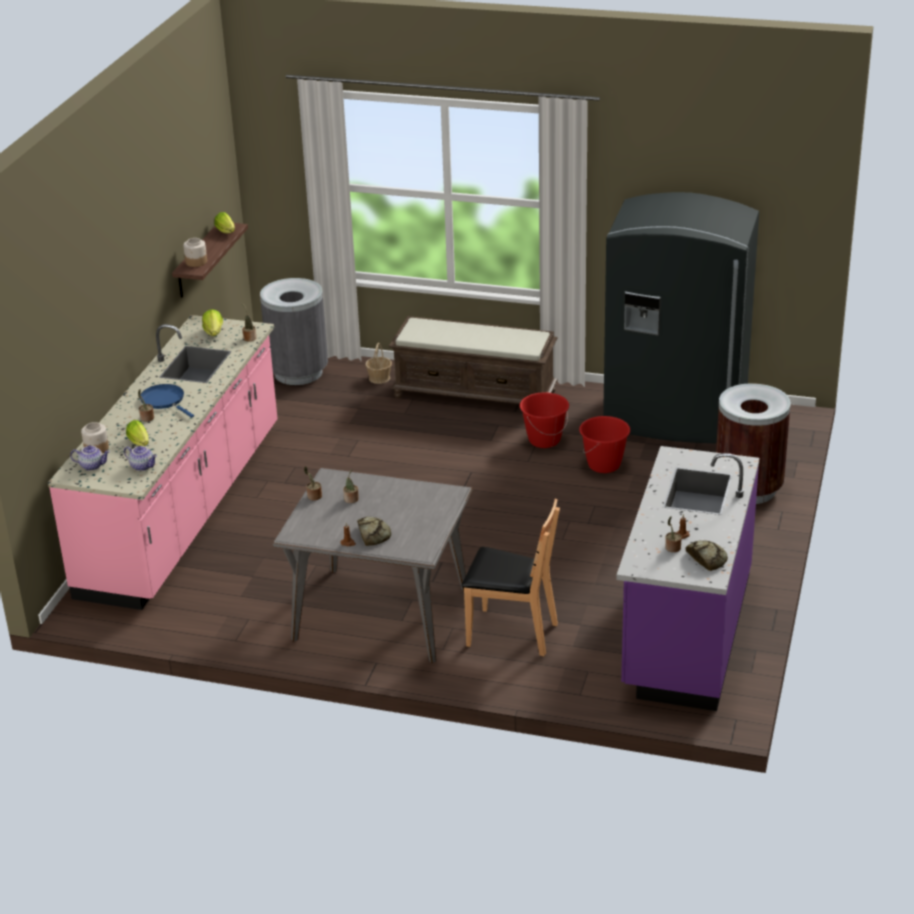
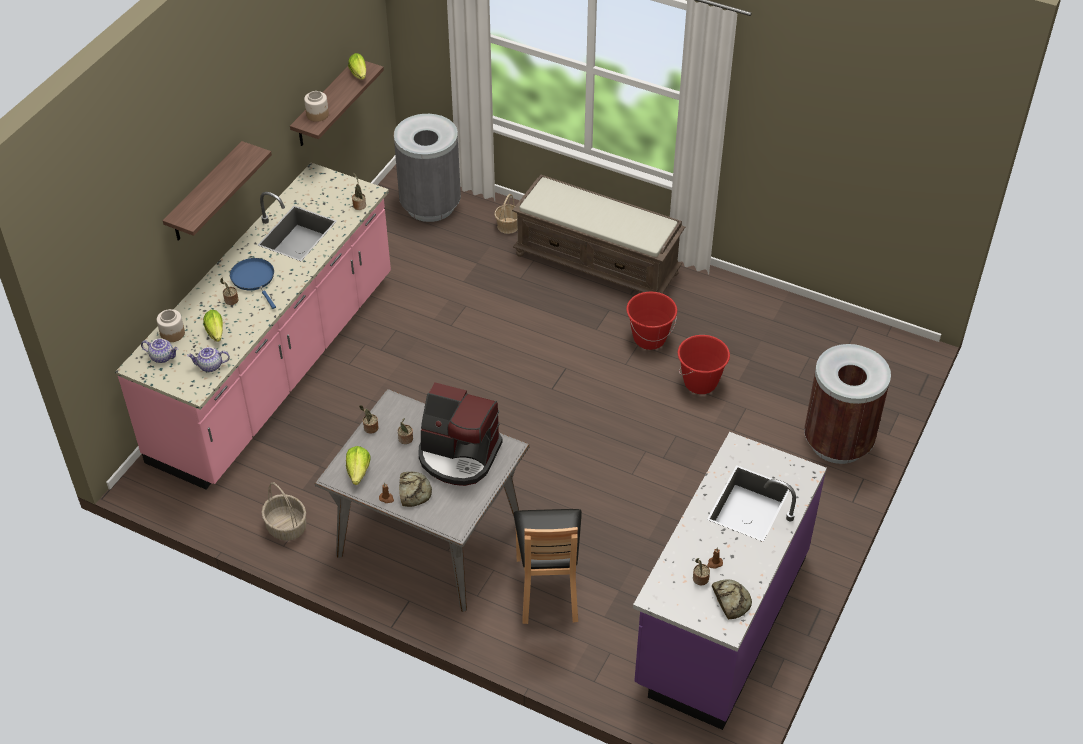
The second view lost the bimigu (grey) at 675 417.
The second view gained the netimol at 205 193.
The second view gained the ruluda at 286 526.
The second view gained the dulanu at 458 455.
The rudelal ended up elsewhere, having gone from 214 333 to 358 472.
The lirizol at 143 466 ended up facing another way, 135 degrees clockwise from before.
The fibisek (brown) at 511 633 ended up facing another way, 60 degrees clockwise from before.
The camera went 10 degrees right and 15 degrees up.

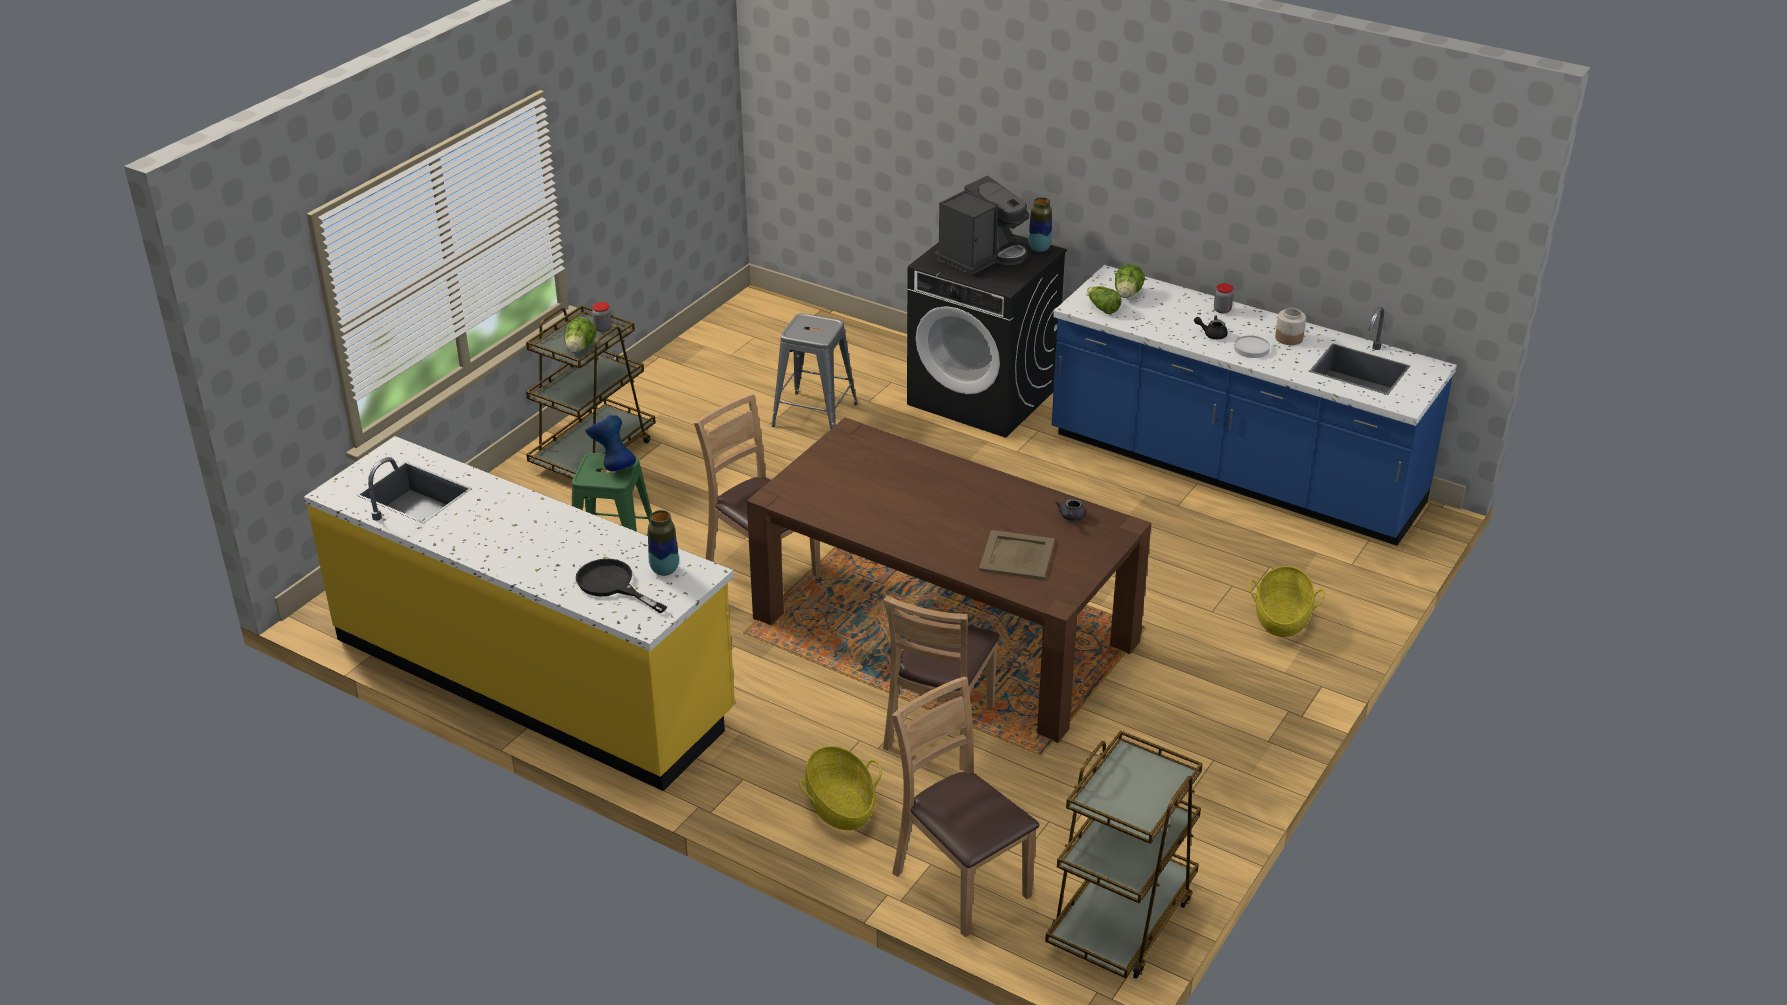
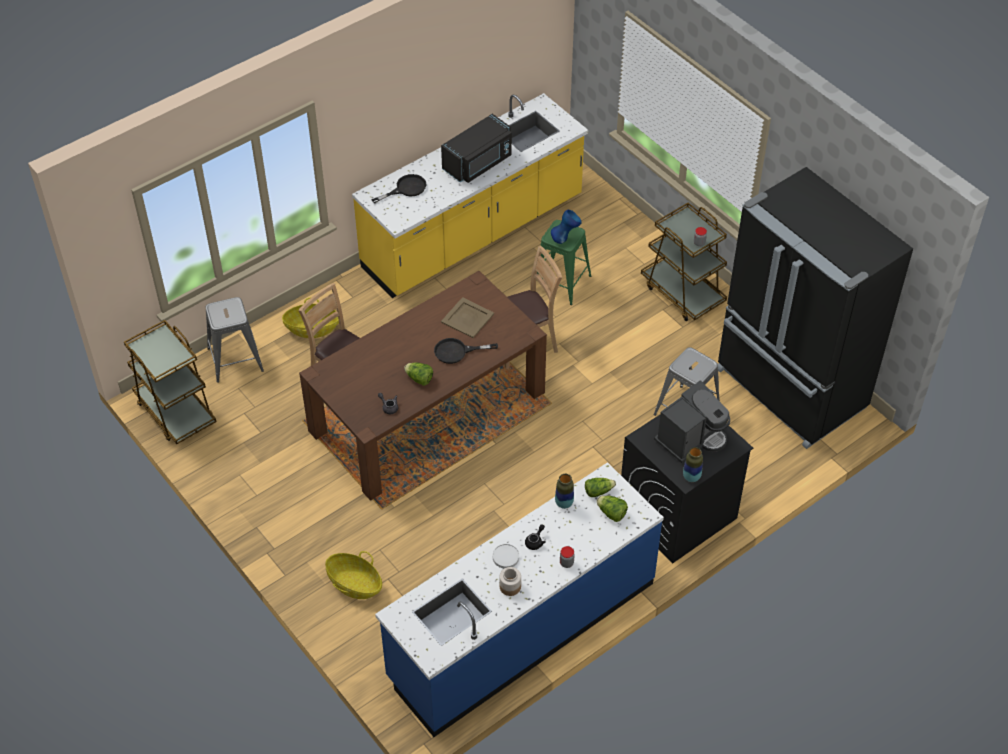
The second view gained the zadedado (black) at 457 351.
The second view gained the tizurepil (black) at 479 163.
The second view gained the bimigu (black) at 789 390.
The rudelal ended up elsewhere, having gone from 580 348 to 419 379.
The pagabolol ended up elsewhere, having gone from 664 570 to 564 503.
The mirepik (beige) ended up elsewhere, having gone from 1016 556 to 467 317.
Where the fibisek (brown) stood at 961 882, the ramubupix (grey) came to stand at 235 359.
The dulanu at 982 256 ended up facing another way, 105 degrees counterclockwise from before.
The camera went 110 degrees right and 15 degrees up.

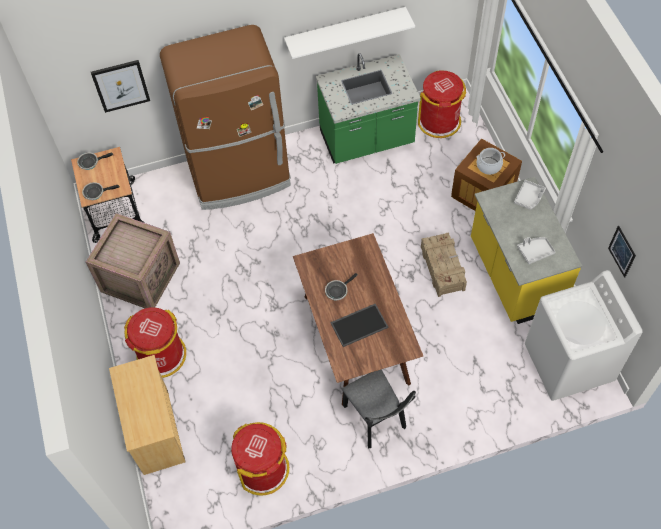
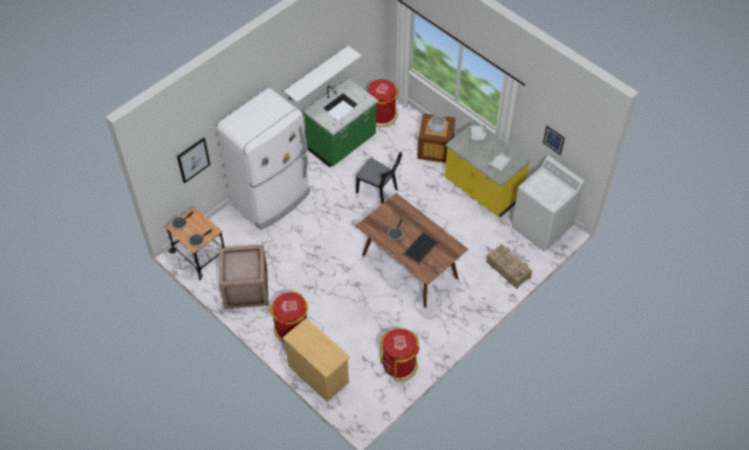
The fibisek (black) ended up elsewhere, having gone from 376 421 to 379 192.
The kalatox ended up elsewhere, having gone from 443 268 to 508 269.
What was the bimigu (brown) at 240 175 turned into the bimigu (white) at 272 199.
The camera went 30 degrees left and 5 degrees down.

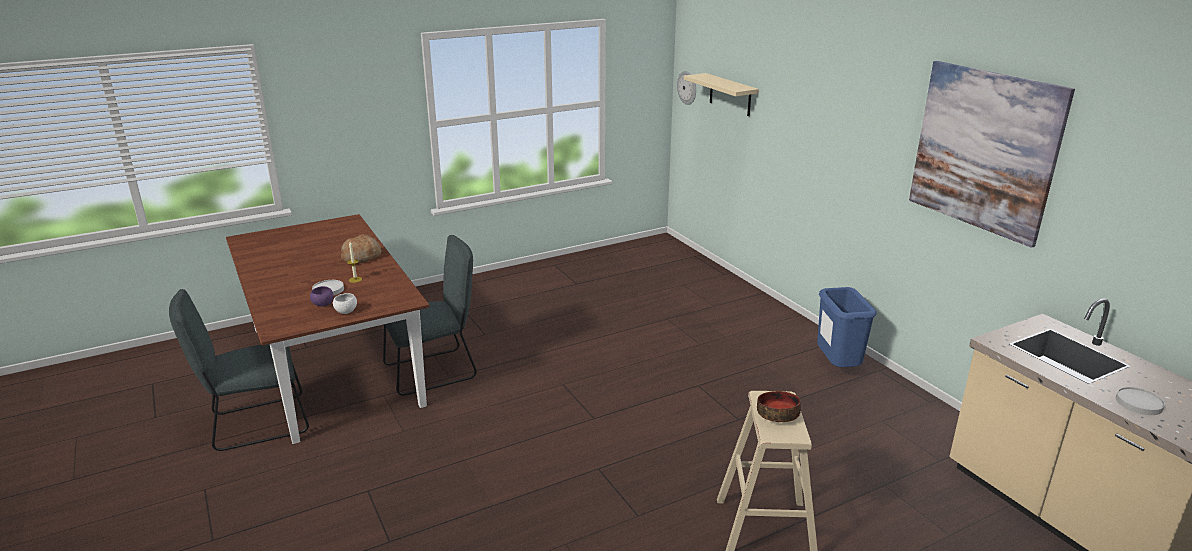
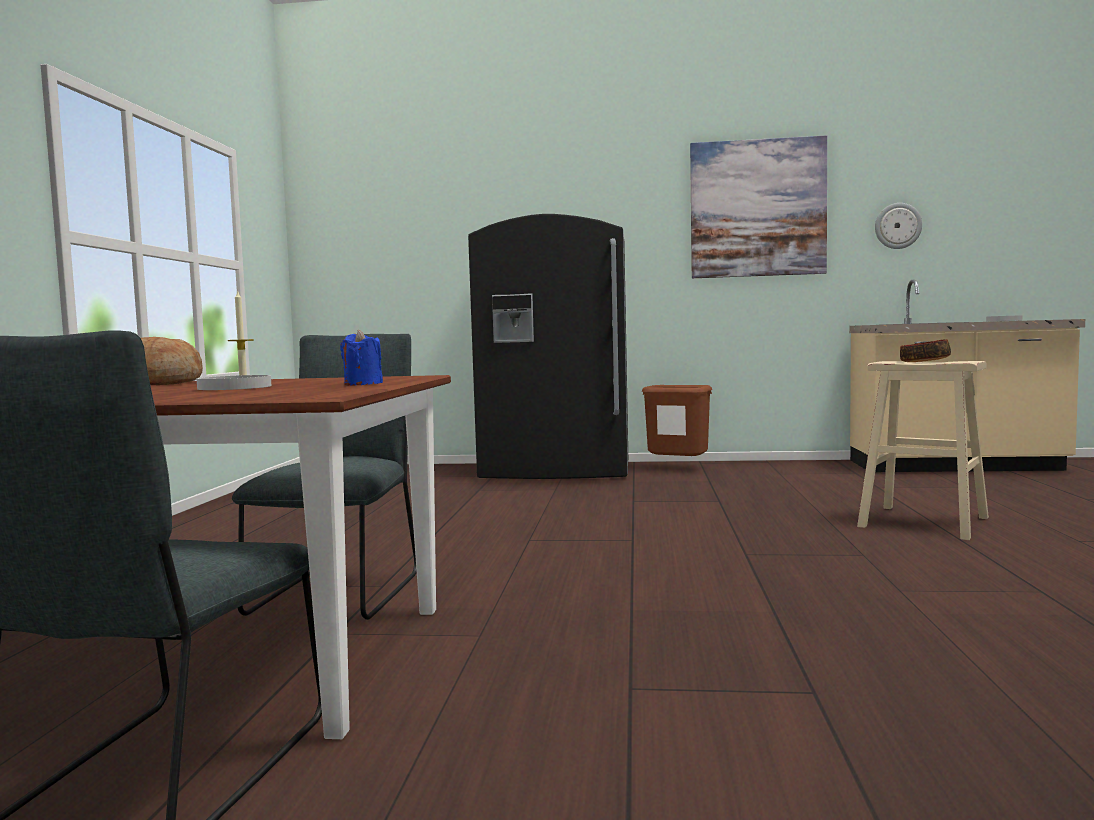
The second view lost the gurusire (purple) at 323 304.
The second view lost the netimol (beige) at 730 95.
The second view gained the bimigu (black) at 556 472.
The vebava ended up elsewhere, having gone from 687 87 to 897 226.
Where the gurusire (white) stood at 346 311, the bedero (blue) came to stand at 363 384.
What was the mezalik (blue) at 836 367 turned into the mezalik (brown) at 677 469.
The camera went 55 degrees left and 20 degrees down.

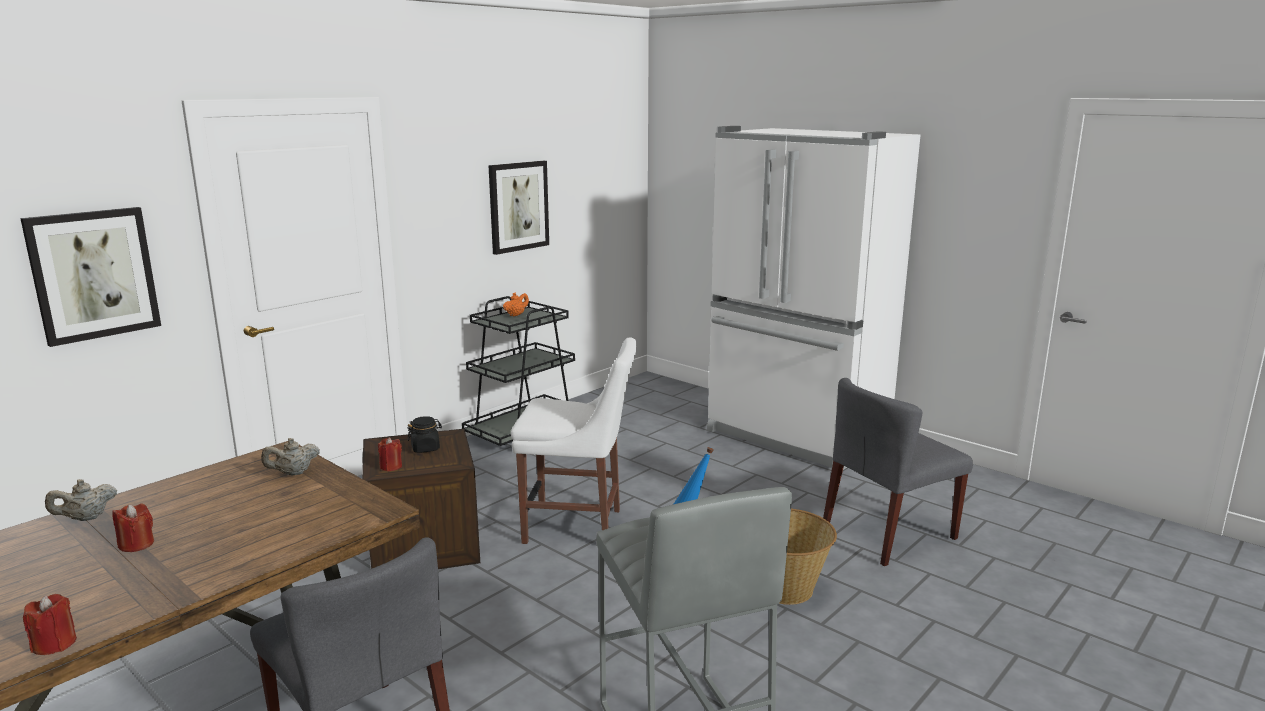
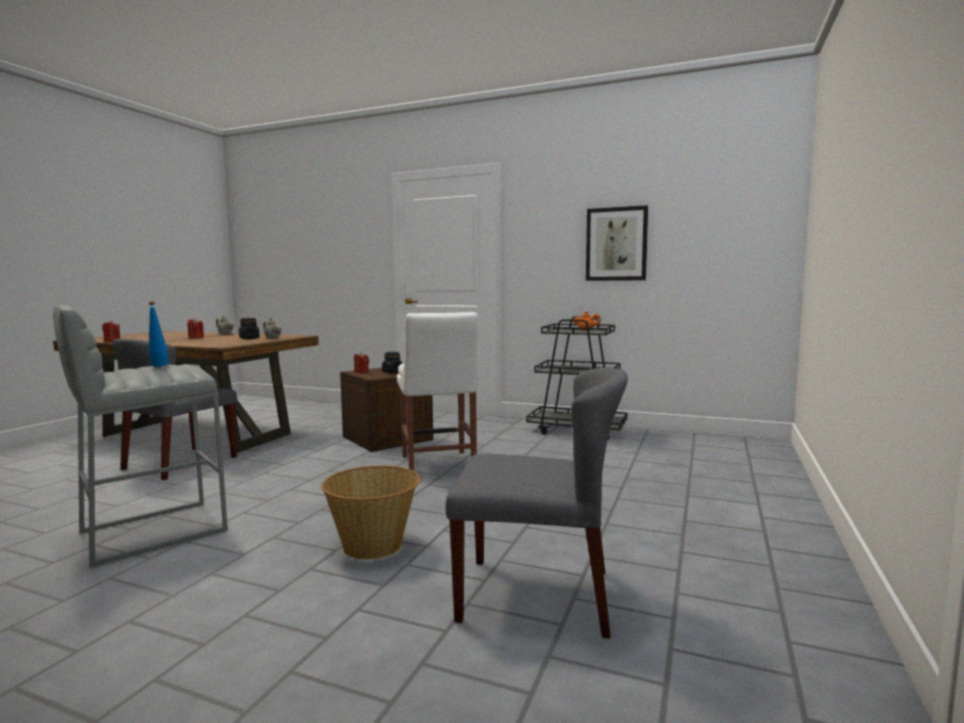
The second view lost the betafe at 93 274.
The second view lost the bimigu (white) at 795 437.
The second view gained the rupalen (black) at 249 338.
The fibisek (grey) at 888 533 ended up facing another way, 150 degrees clockwise from before.
The camera went 70 degrees right and 10 degrees down.

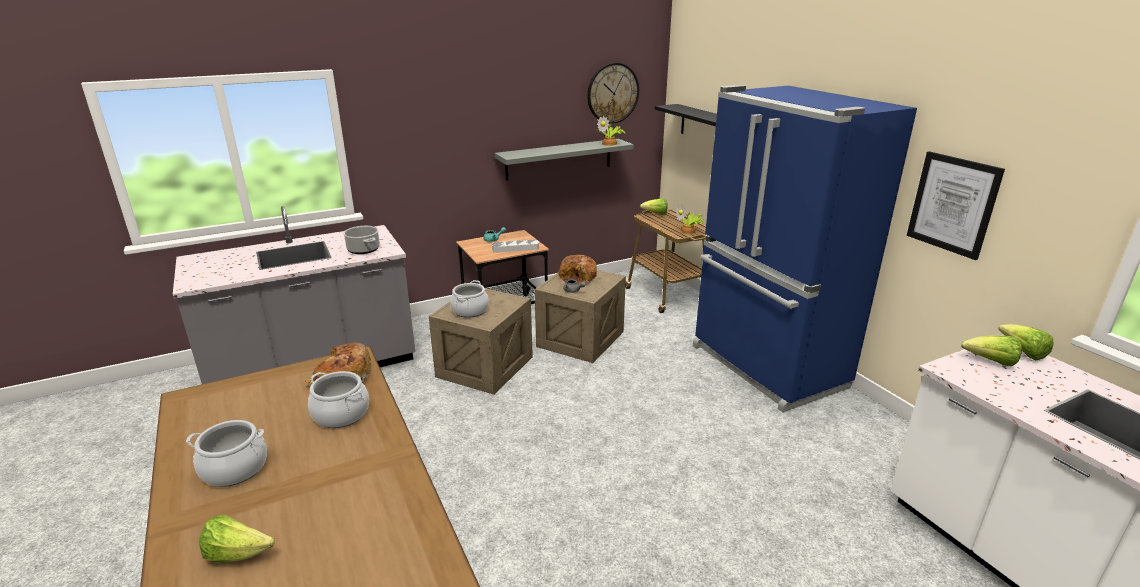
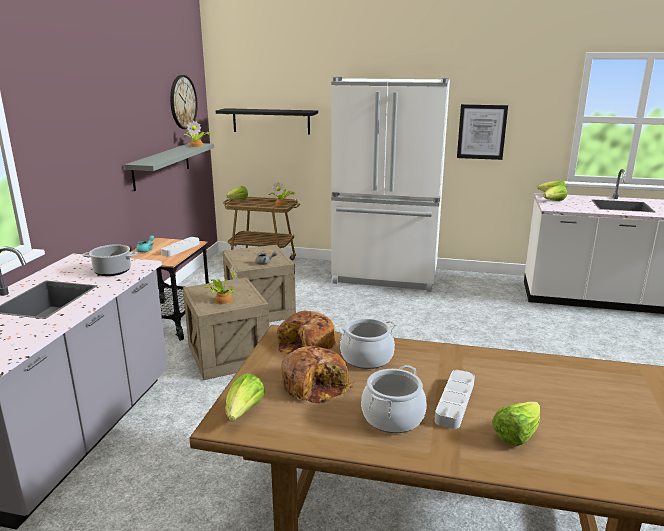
The second view gained the rudelal at 243 413.
The second view gained the mirepik (grey) at 455 402.
The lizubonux ended up elsewhere, having gone from 578 277 to 316 384.
Where the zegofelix stood at 470 310, the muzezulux came to stand at 222 300.
What was the bimigu (blue) at 766 367 turned into the bimigu (white) at 385 277.
The camera went 50 degrees left and 5 degrees down.

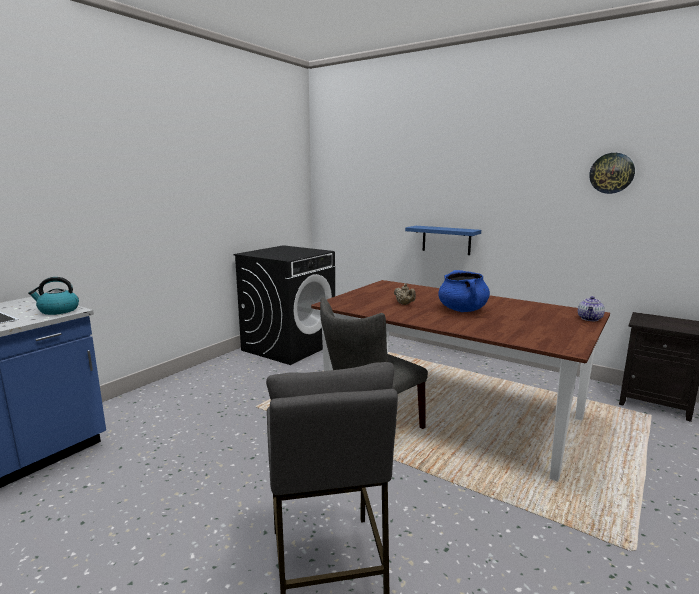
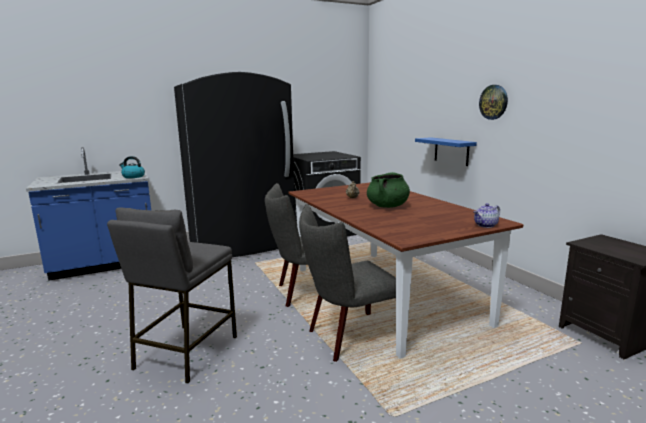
The second view gained the bimigu (black) at 243 245.
The second view gained the fibisek (grey) at 348 337.
The vebava ended up elsewhere, having gone from 611 173 to 493 102.
What was the zegofelix (blue) at 462 310 turned into the zegofelix (green) at 387 206.
The camera went 30 degrees right and 0 degrees up.

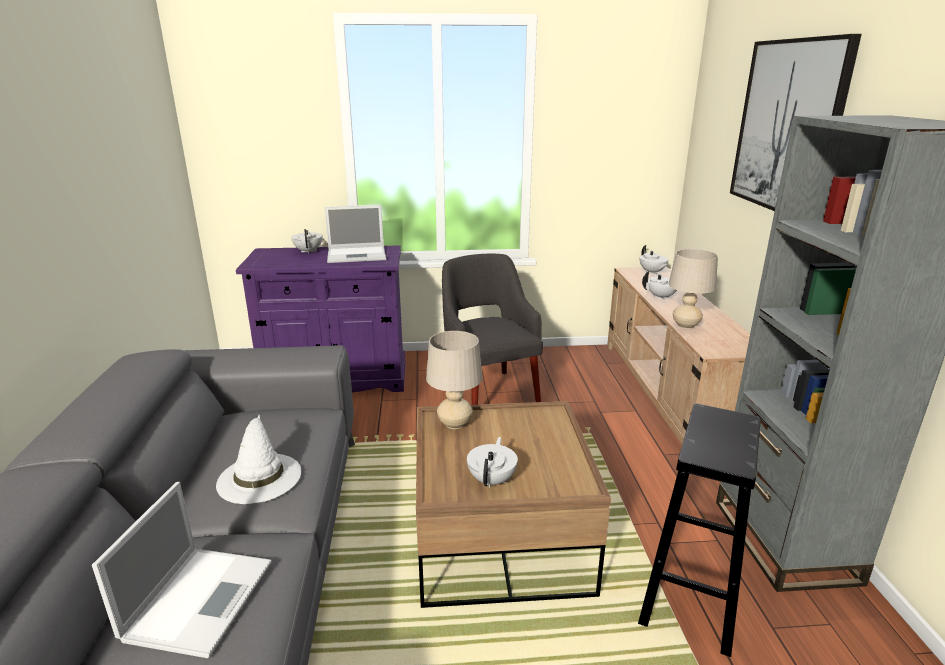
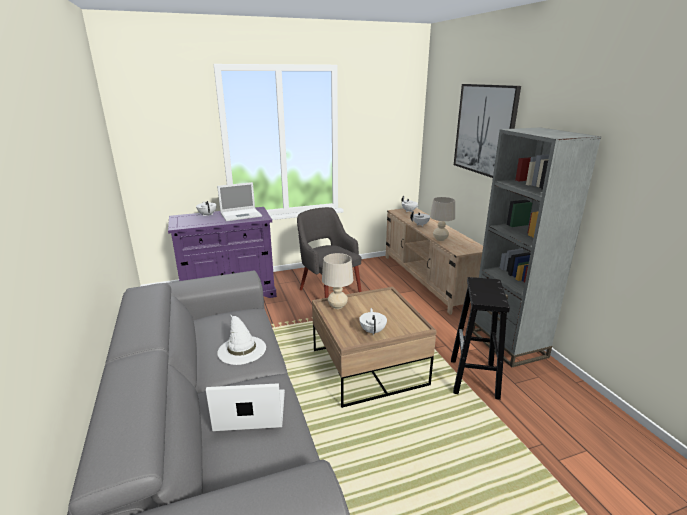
The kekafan at 200 597 ended up facing another way, 90 degrees counterclockwise from before.
The camera went 15 degrees left and 0 degrees up.

